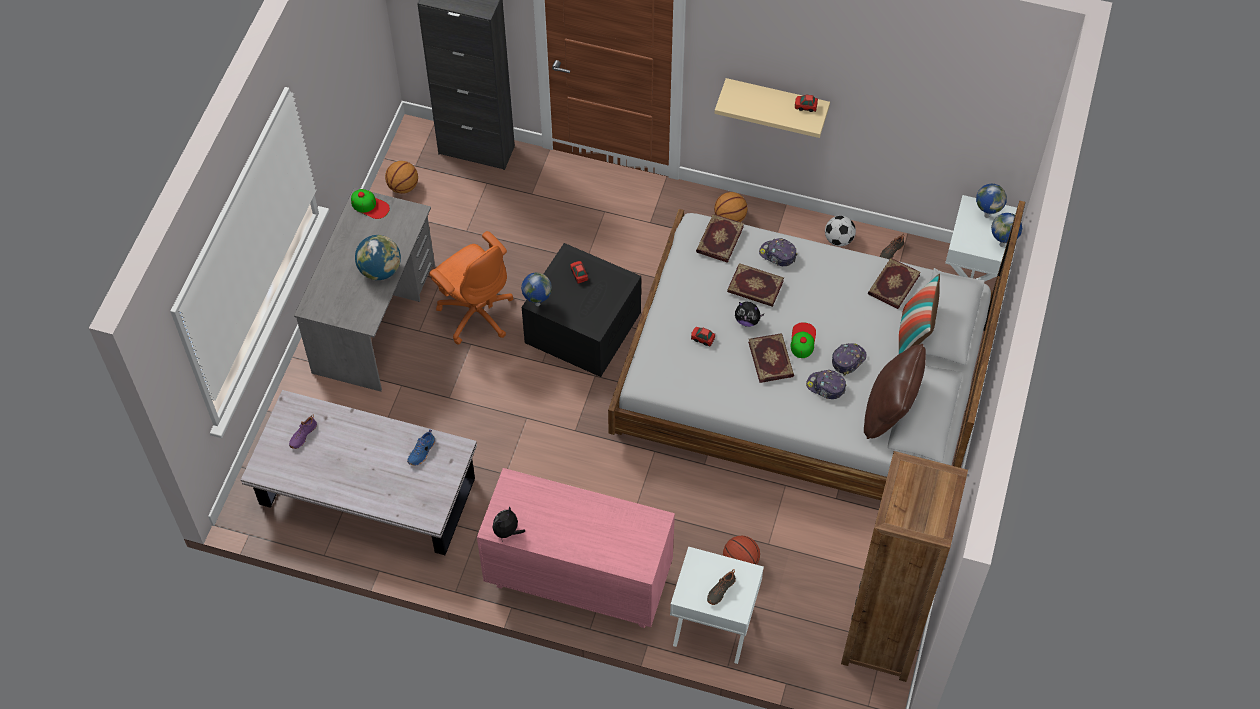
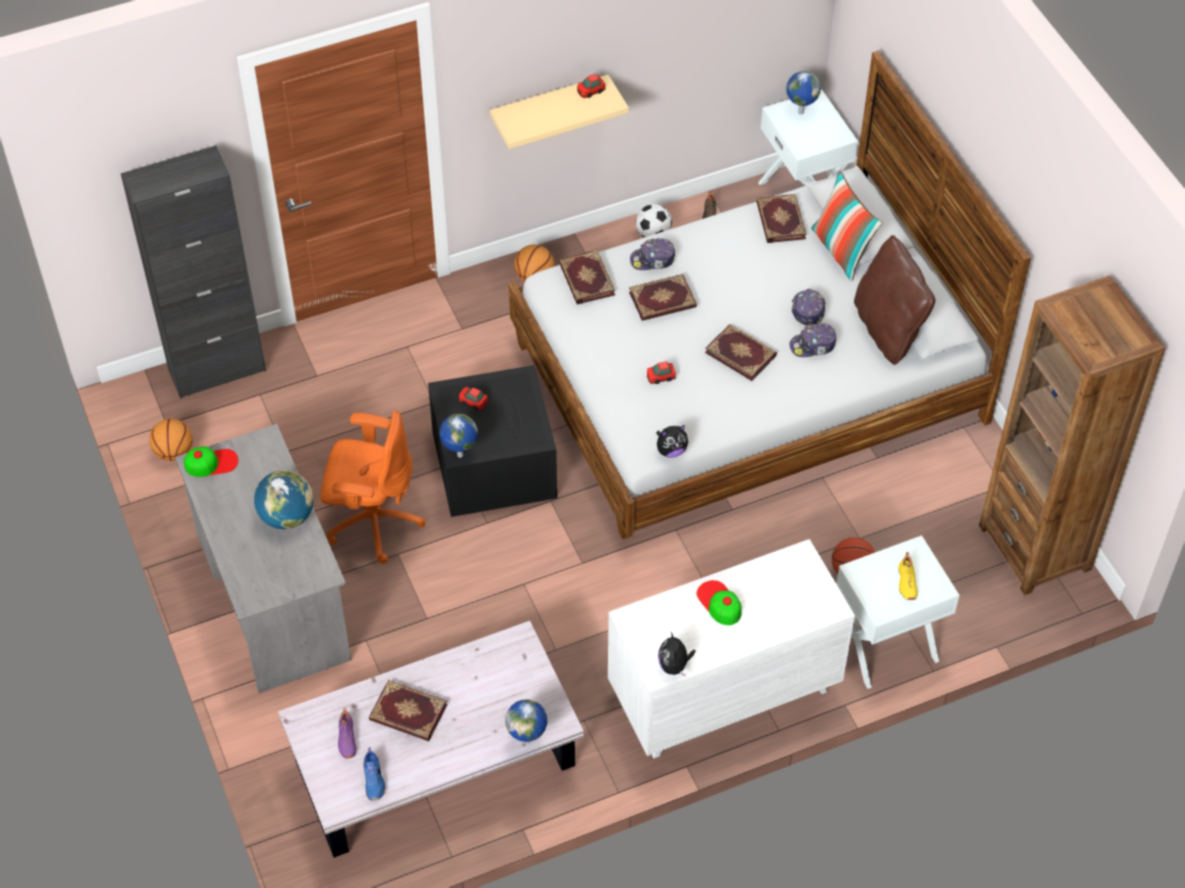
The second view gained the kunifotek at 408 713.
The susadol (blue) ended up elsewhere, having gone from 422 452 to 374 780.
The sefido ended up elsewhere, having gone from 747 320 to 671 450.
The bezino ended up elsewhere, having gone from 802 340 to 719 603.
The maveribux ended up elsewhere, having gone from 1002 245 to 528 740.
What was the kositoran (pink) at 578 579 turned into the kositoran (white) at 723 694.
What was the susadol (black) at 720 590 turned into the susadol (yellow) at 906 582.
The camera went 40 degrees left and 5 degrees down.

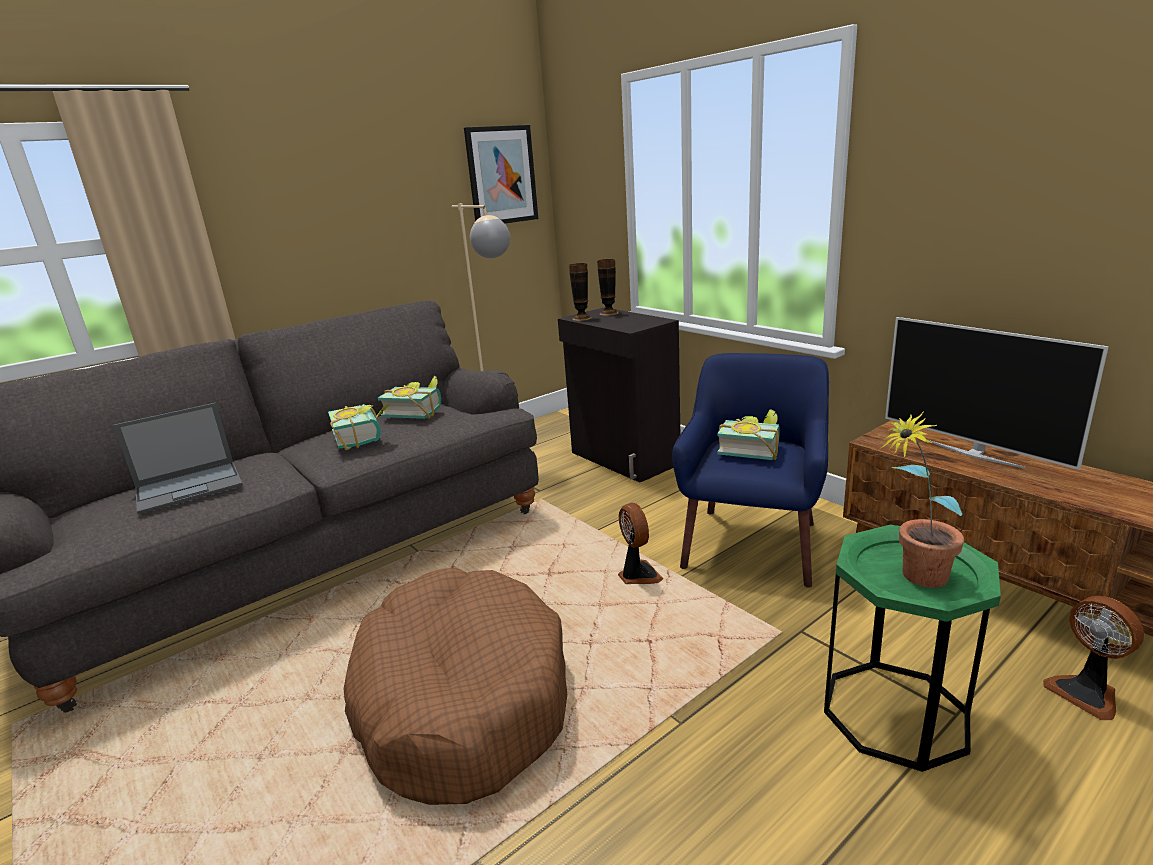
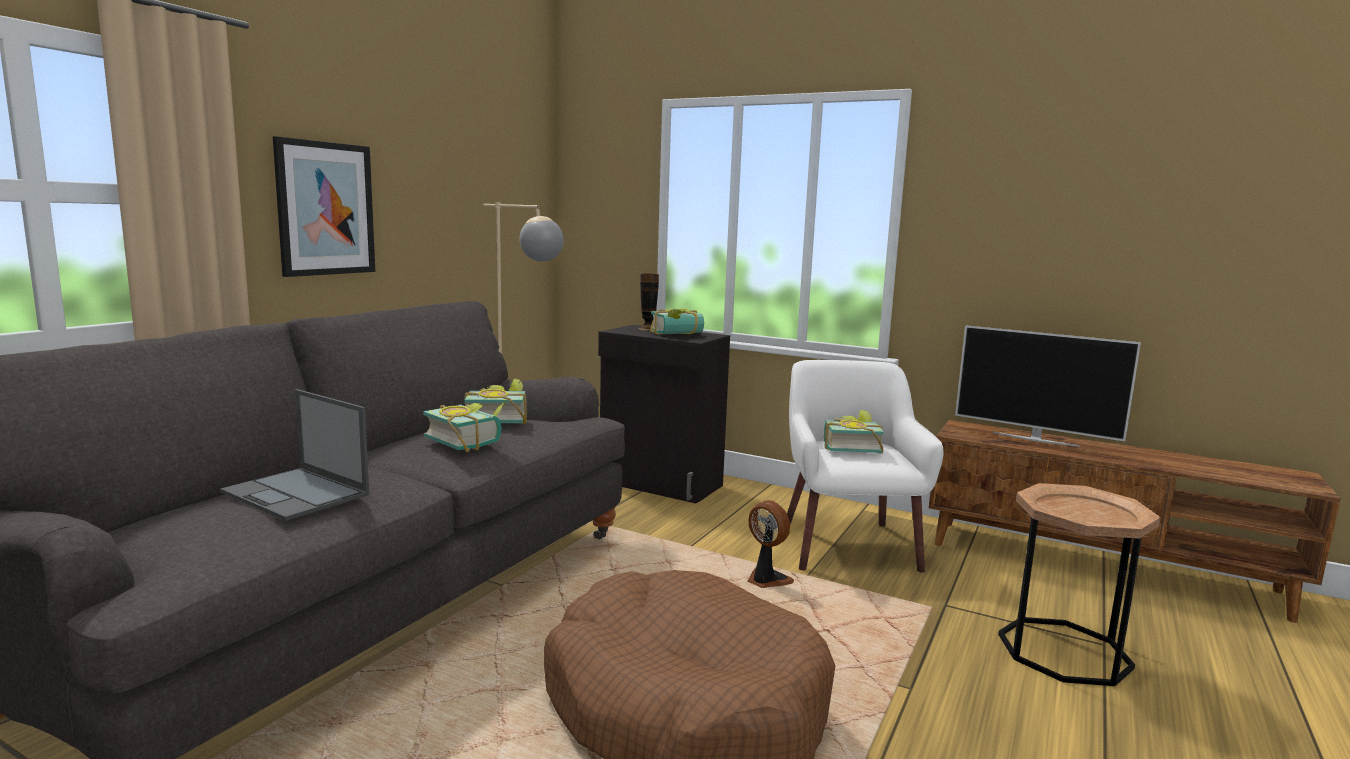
The second view lost the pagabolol at 581 318.
The second view lost the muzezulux at 913 578.
The second view lost the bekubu at 1086 693.
The second view gained the kunifotek at 678 335.
The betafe ended up elsewhere, having gone from 501 175 to 325 209.
What was the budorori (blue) at 752 543 turned into the budorori (white) at 846 544.
What was the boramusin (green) at 895 713 turned into the boramusin (brown) at 1064 651.
The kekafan at 190 487 ended up facing another way, 90 degrees clockwise from before.
The camera went 25 degrees left and 10 degrees down.

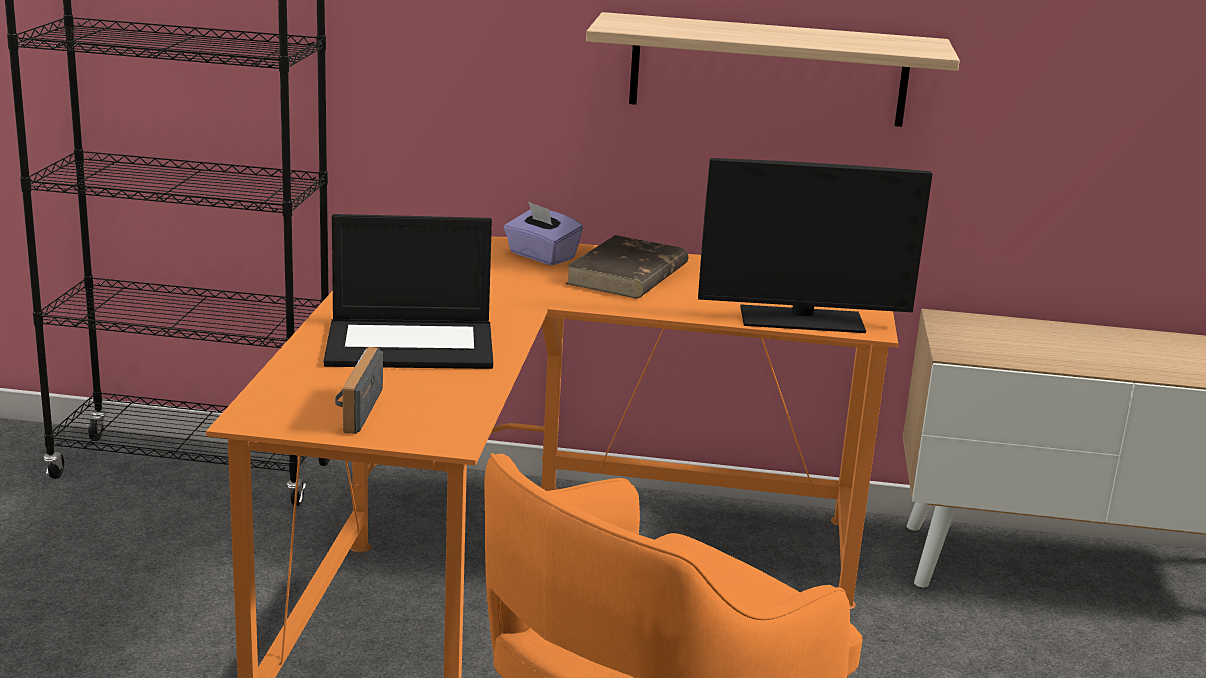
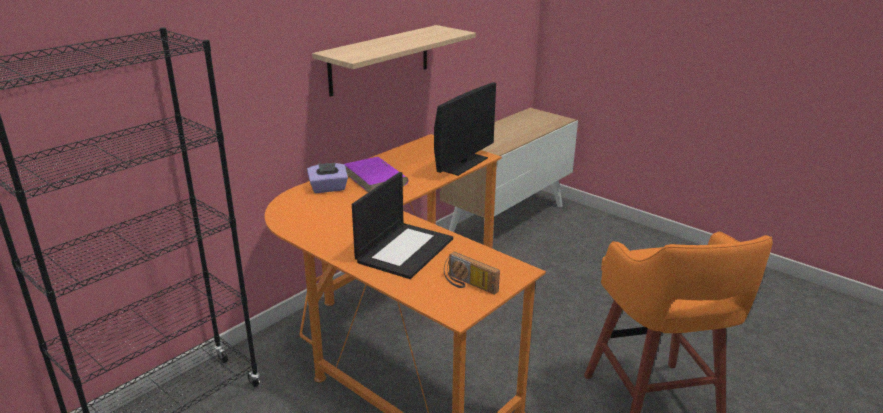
What was the kunifotek (brown) at 627 275 turned into the kunifotek (purple) at 375 178.
The camera went 55 degrees left and 5 degrees up.

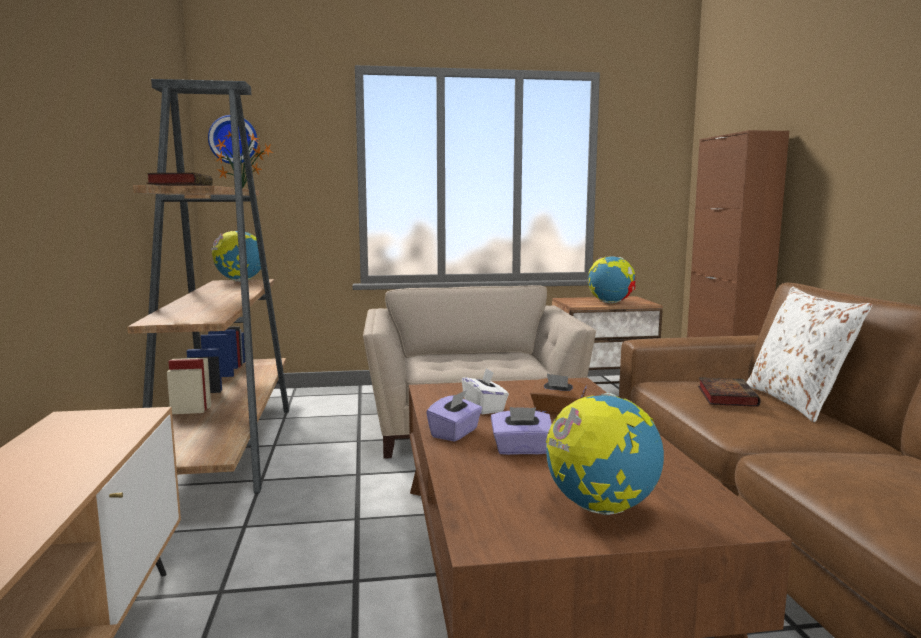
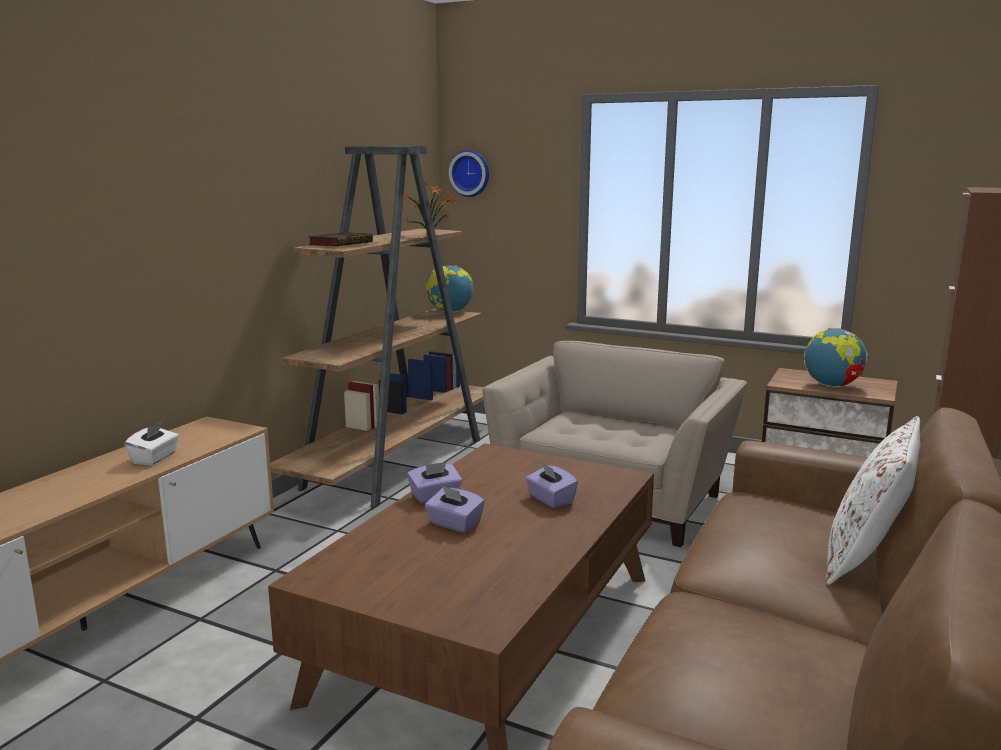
The second view lost the maveribux at 600 508.
The second view lost the kunifotek at 725 396.
The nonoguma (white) ended up elsewhere, having gone from 484 407 to 155 458.
What was the nonoguma (brown) at 557 411 turned into the nonoguma (purple) at 550 500.
The camera went 35 degrees right and 5 degrees up.

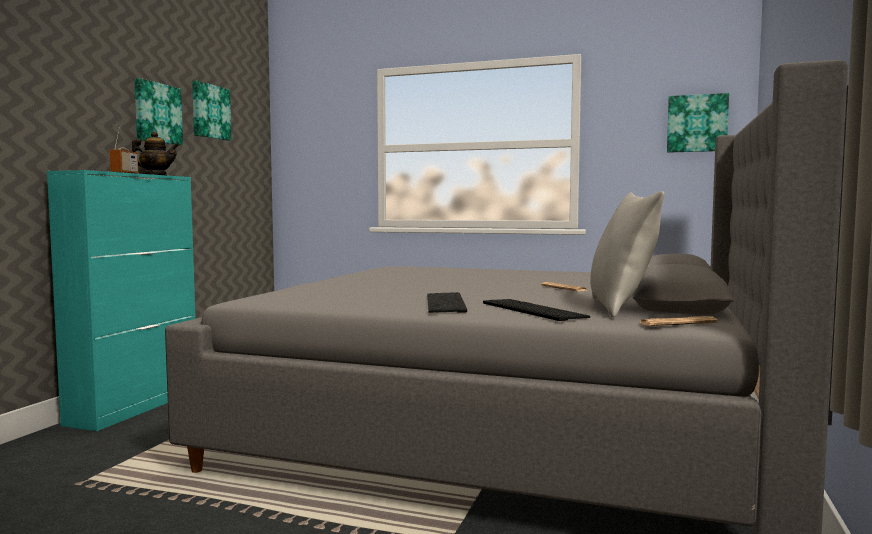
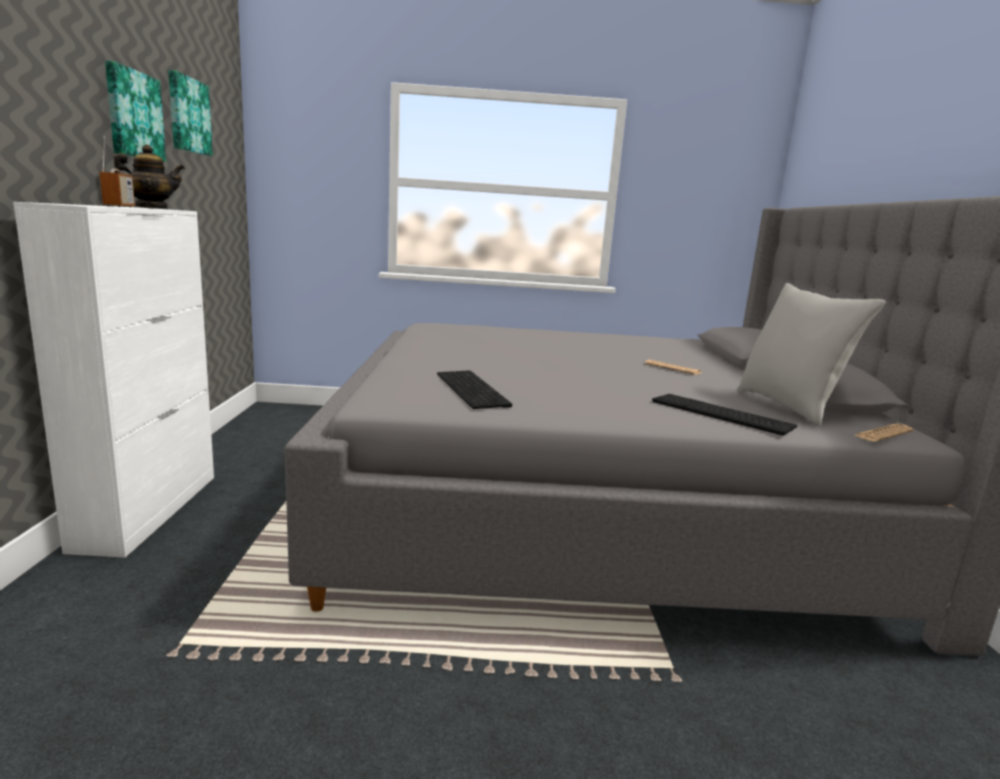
The second view lost the betafe at 697 123.
The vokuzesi ended up elsewhere, having gone from 447 303 to 474 389.
What was the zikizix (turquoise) at 136 406 turned into the zikizix (white) at 149 510.
The camera went 20 degrees left and 10 degrees up.

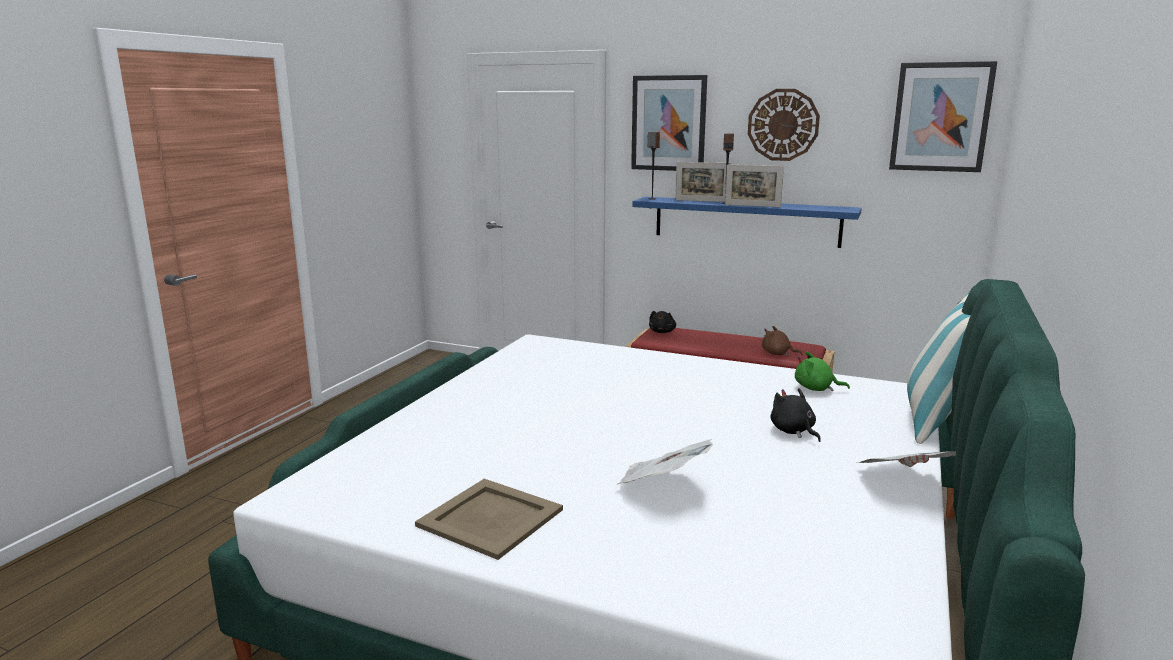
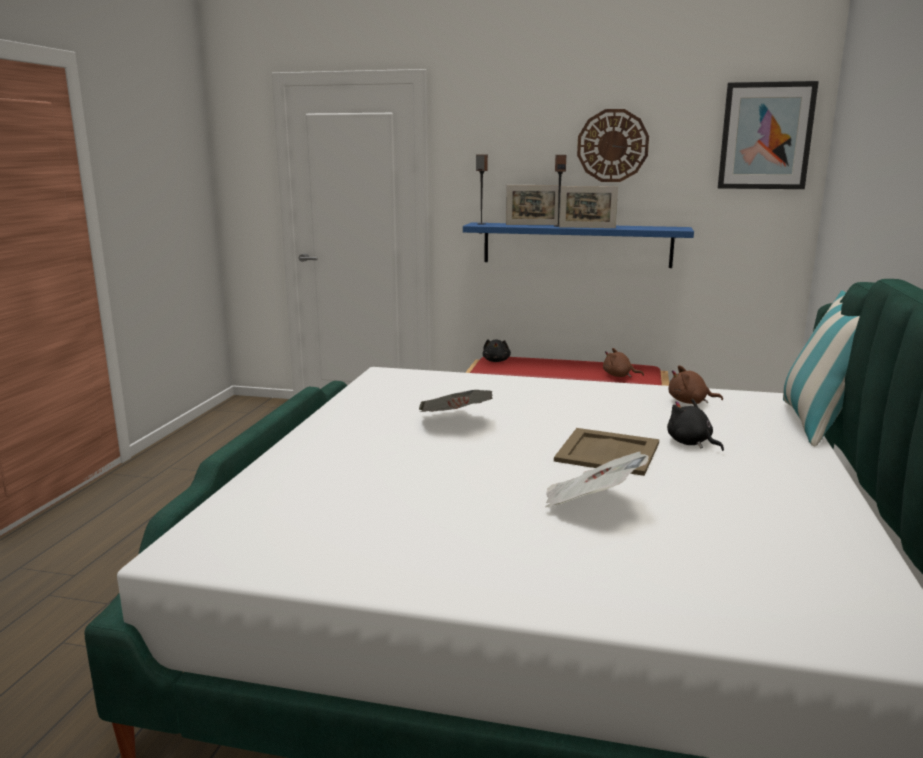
The second view lost the betafe at 668 123.
The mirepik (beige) ended up elsewhere, having gone from 492 517 to 608 452.
The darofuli ended up elsewhere, having gone from 904 481 to 455 422.
What was the sefido (green) at 816 389 turned into the sefido (brown) at 690 402.
The camera went 10 degrees left and 0 degrees up.

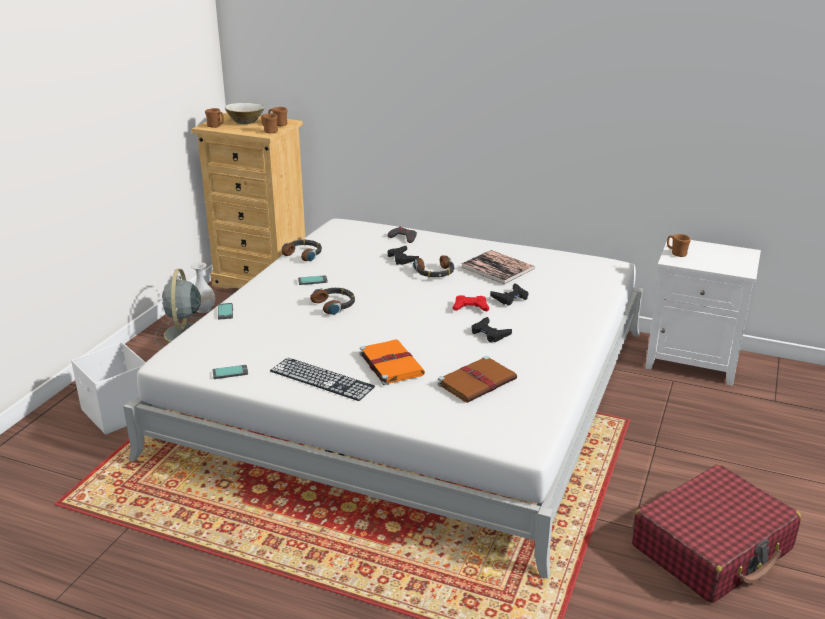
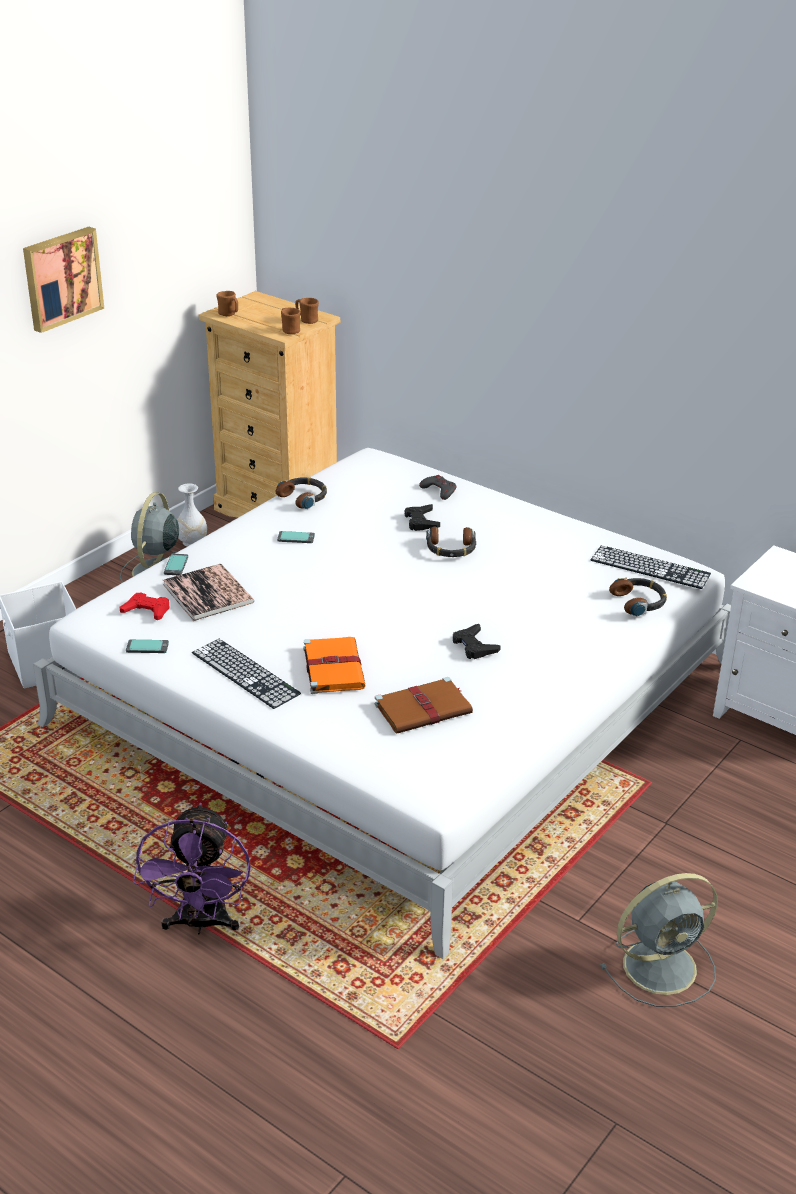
The second view lost the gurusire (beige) at 245 122.
The second view lost the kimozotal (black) at 510 298.
The second view lost the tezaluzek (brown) at 676 253.
The second view gained the betafe at 61 278.
The second view gained the bekubu (purple) at 201 923.
The second view gained the vokuzesi at 650 567.
The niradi ended up elsewhere, having gone from 334 305 to 639 602.
The kimozotal (red) ended up elsewhere, having gone from 470 307 to 147 610.
The kunifotek ended up elsewhere, having gone from 497 268 to 208 593.
Where the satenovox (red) stood at 712 548, the bekubu (grey) came to stand at 662 965.
The camera went 15 degrees right and 5 degrees up.

